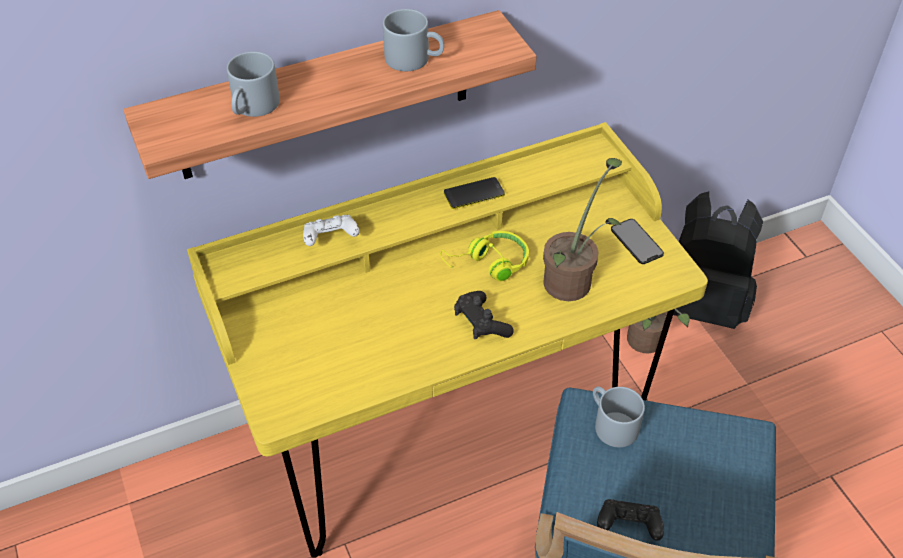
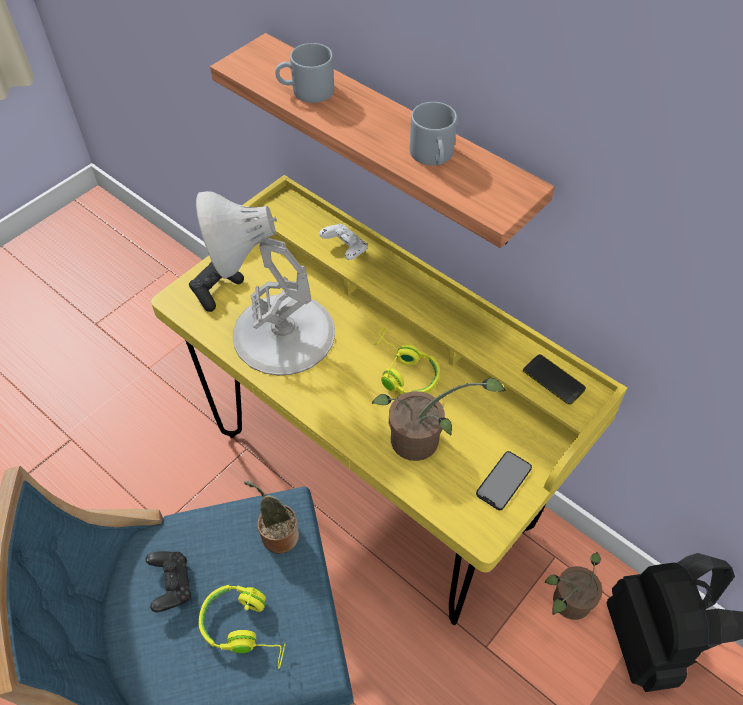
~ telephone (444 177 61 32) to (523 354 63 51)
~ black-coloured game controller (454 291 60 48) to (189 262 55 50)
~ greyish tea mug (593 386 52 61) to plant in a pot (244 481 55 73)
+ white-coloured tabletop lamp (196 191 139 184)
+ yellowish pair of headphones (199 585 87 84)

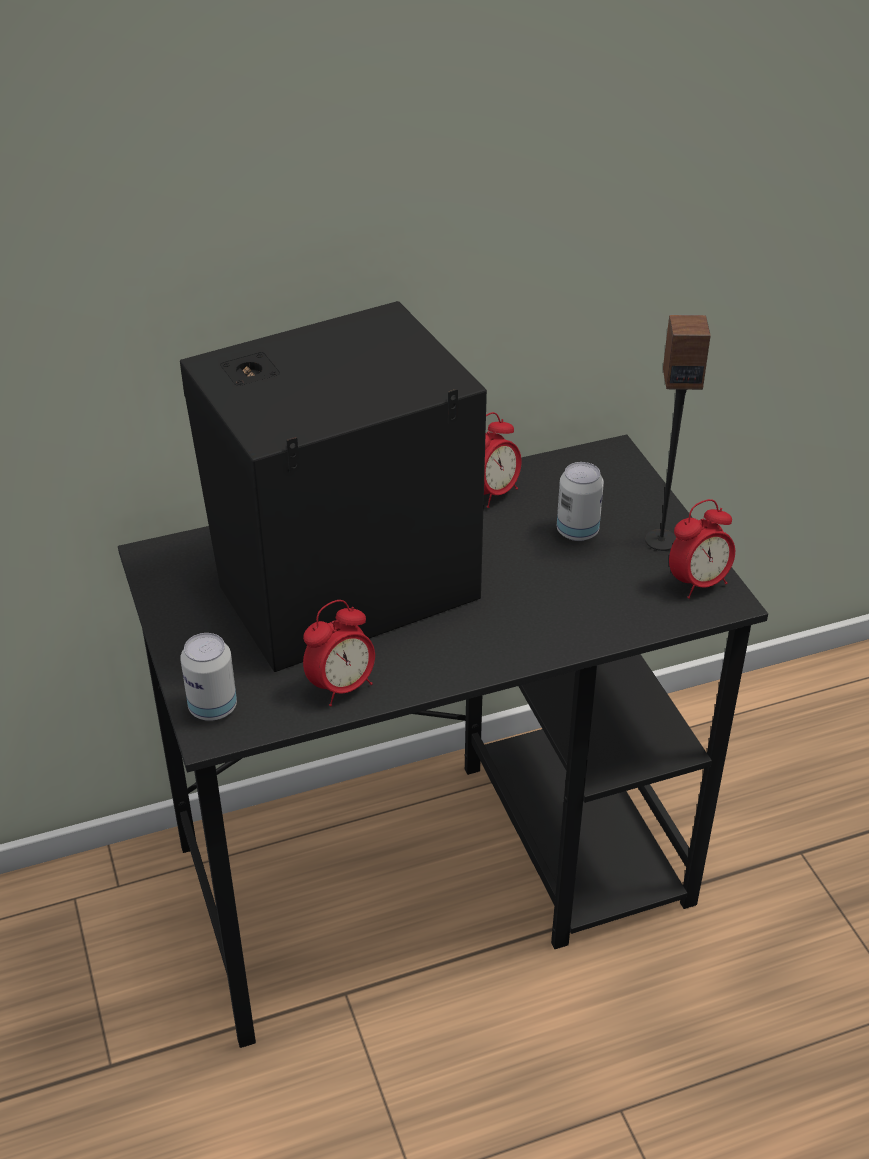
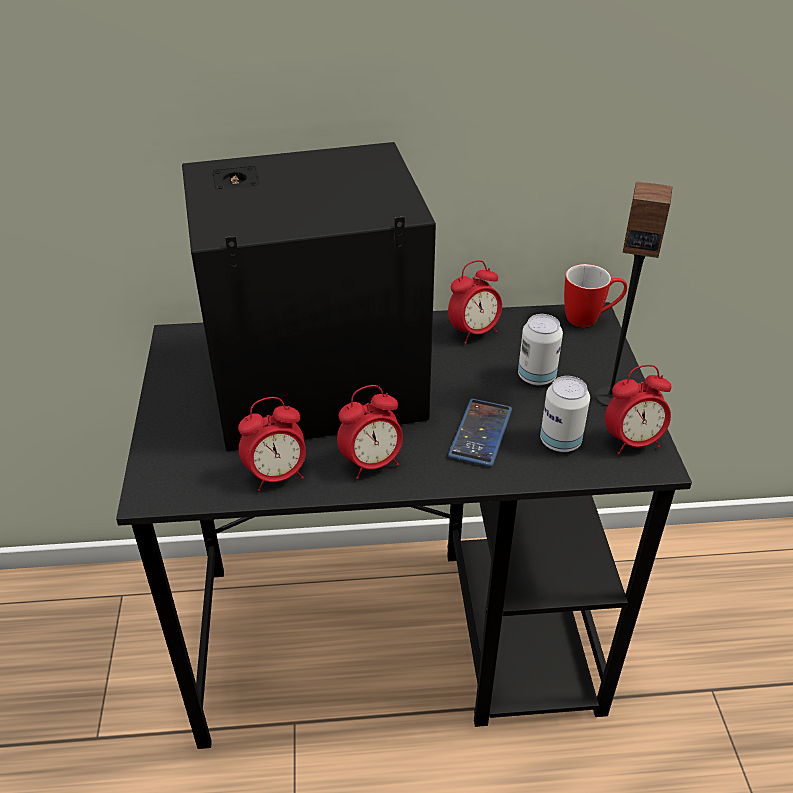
~ can (180 633 57 88) to (540 376 50 76)
+ tea mug (564 264 63 63)
+ alarm clock (337 385 66 94)
+ telephone (448 399 64 68)

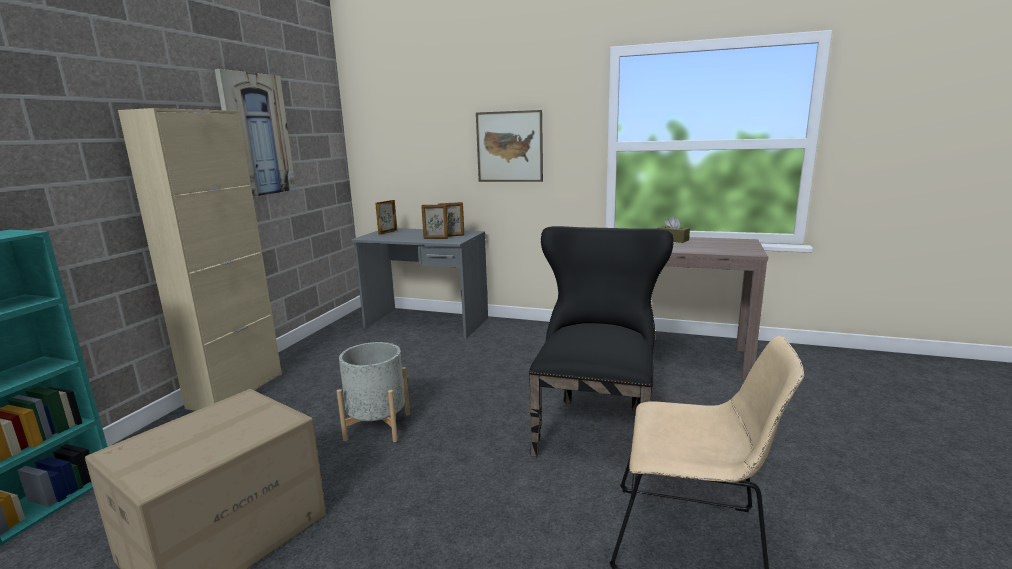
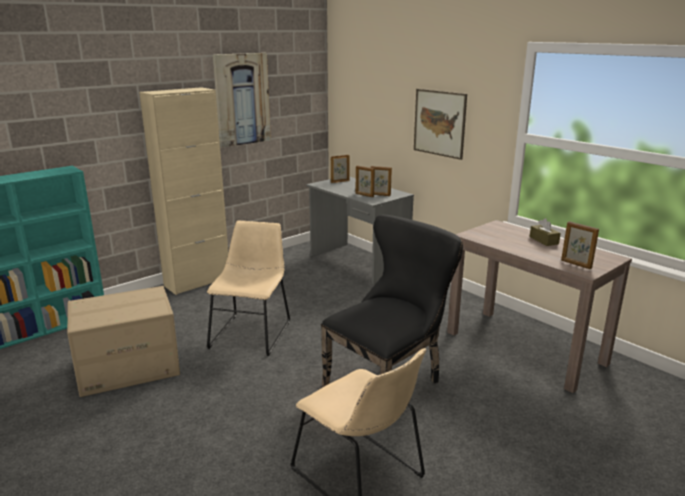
~ greyish flower pot (337 342 73 100) to sand-coloured upright chair (207 220 83 136)
+ picture frame (561 221 38 48)

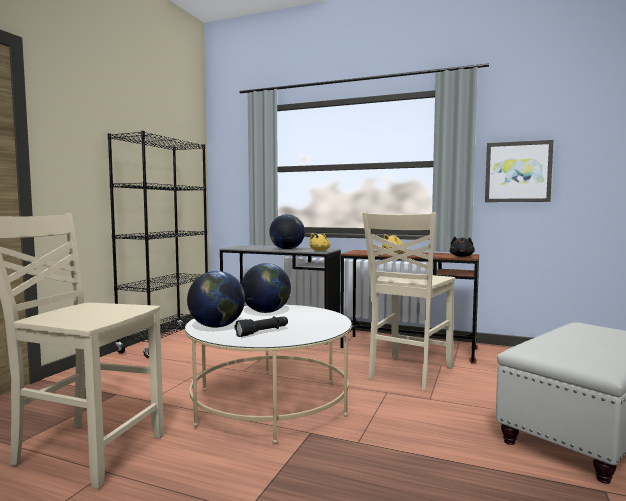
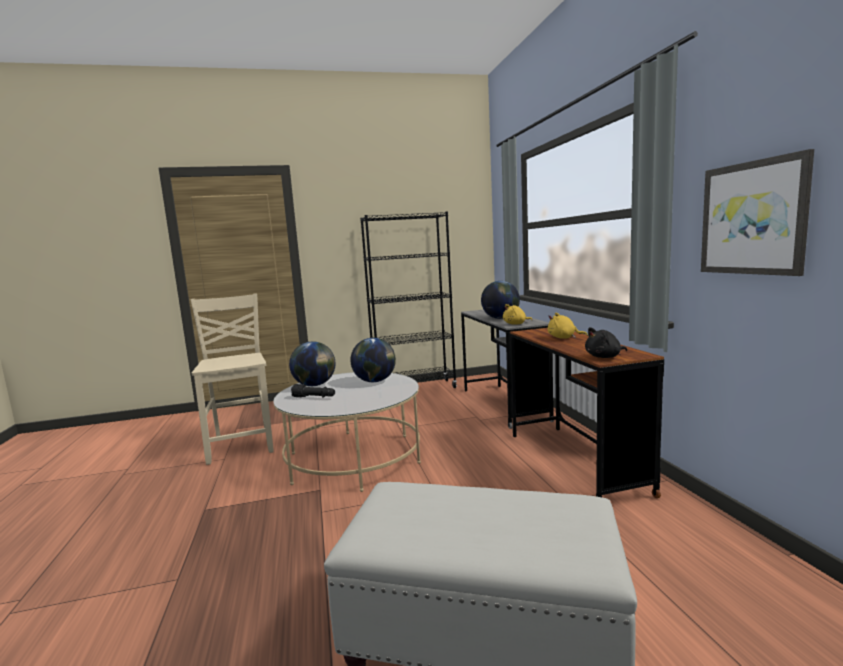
- sand-coloured upright chair (362 212 93 179)

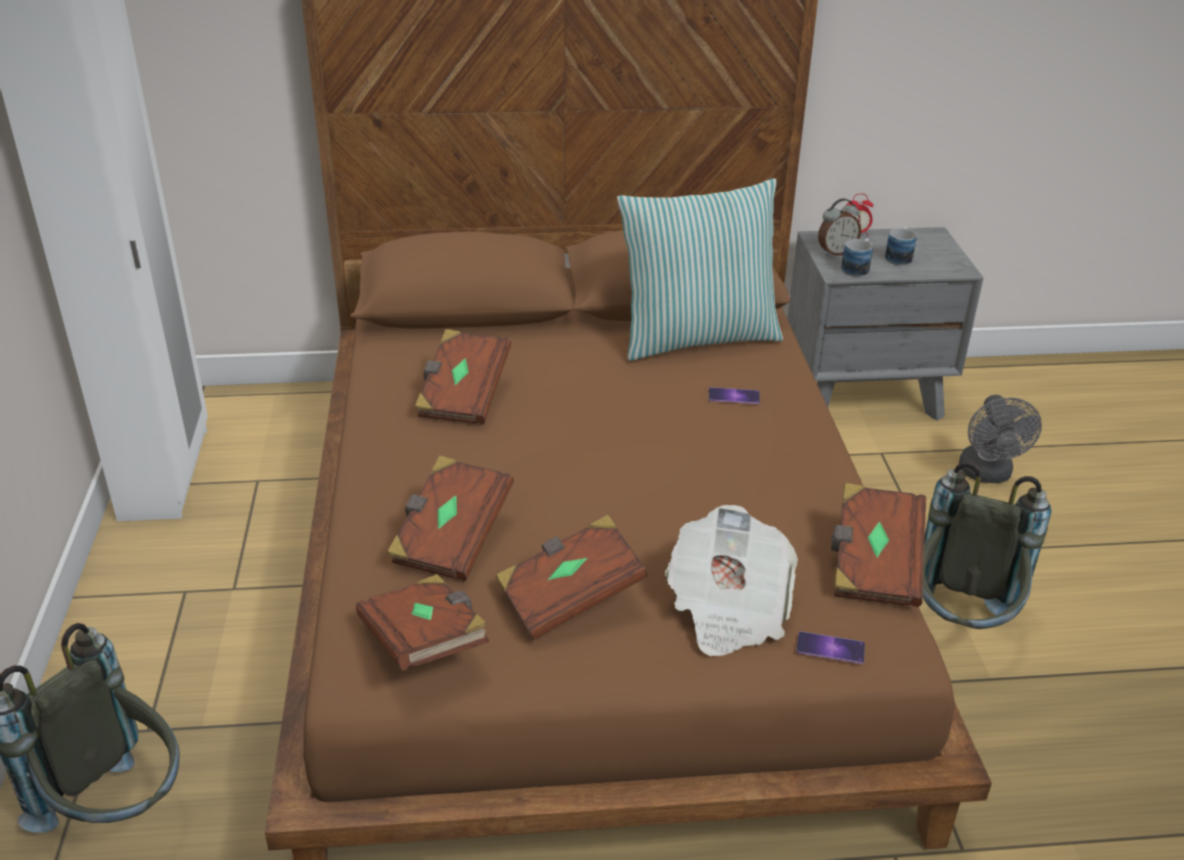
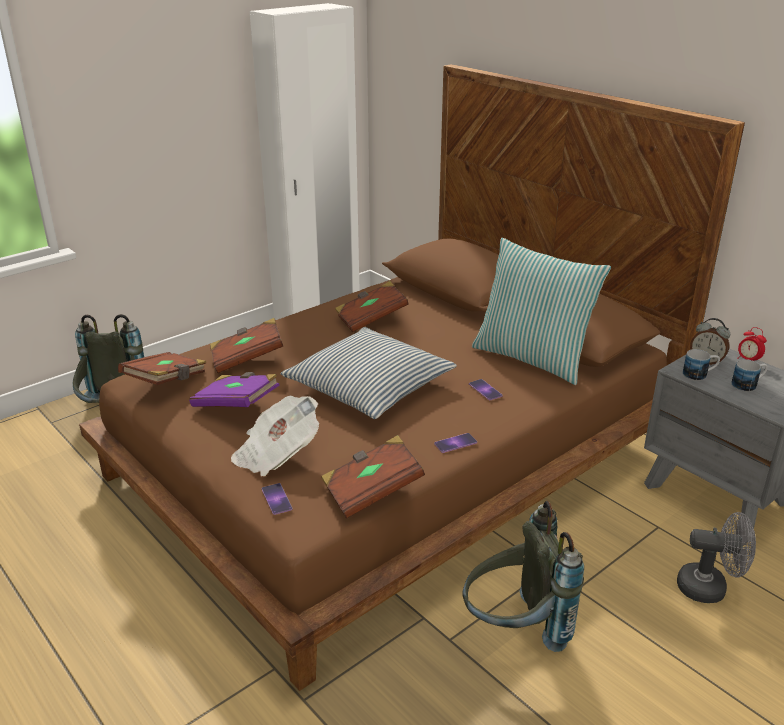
~ greyish cooling fan (959 395 83 88) = (677 512 79 91) 135 degrees counterclockwise
~ brown volume (496 515 152 125) to purple volume (189 372 90 35)
+ throw pillow (280 327 177 92)
+ telephone (434 433 43 20)

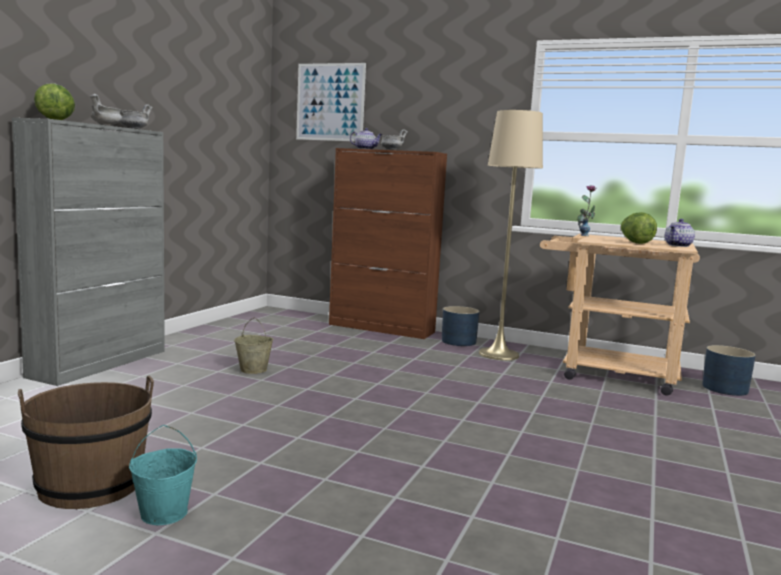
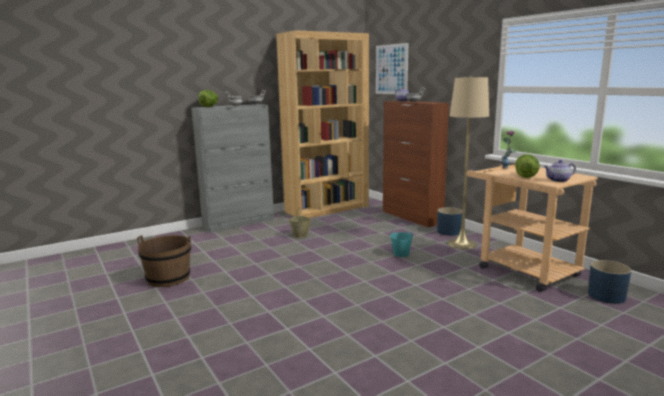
~ turquoise-coloured water bucket (129 425 68 100) to (390 222 23 35)
+ brown bookshelf (276 30 93 188)

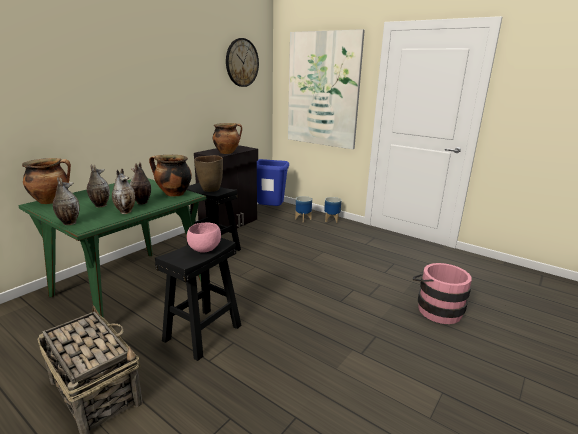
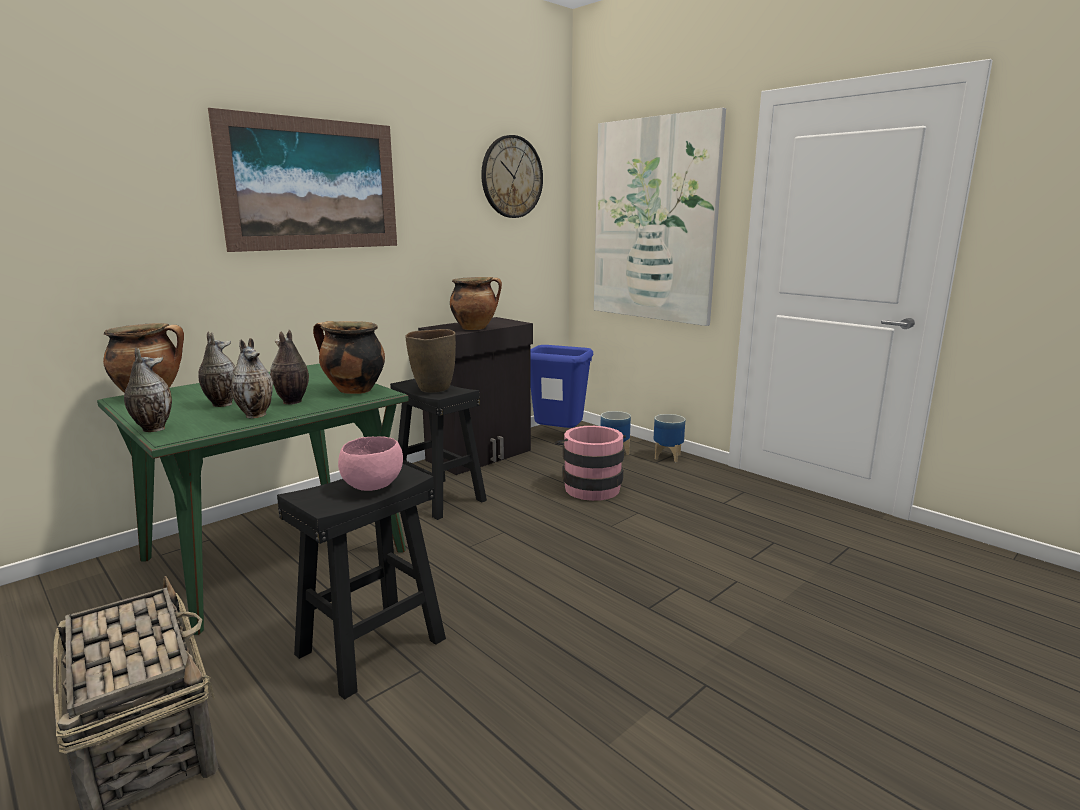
~ pink-coloured water bucket (413 263 59 61) to (555 426 71 75)
+ picture (208 108 189 144)

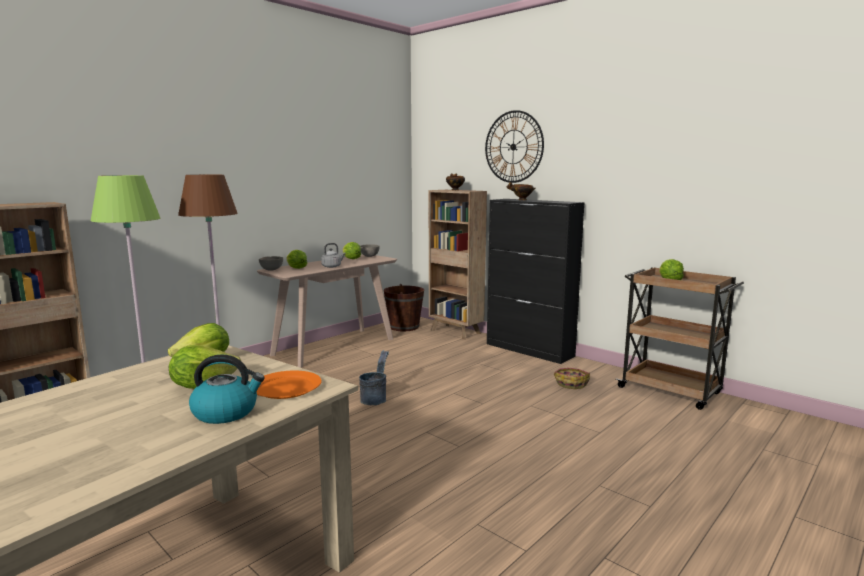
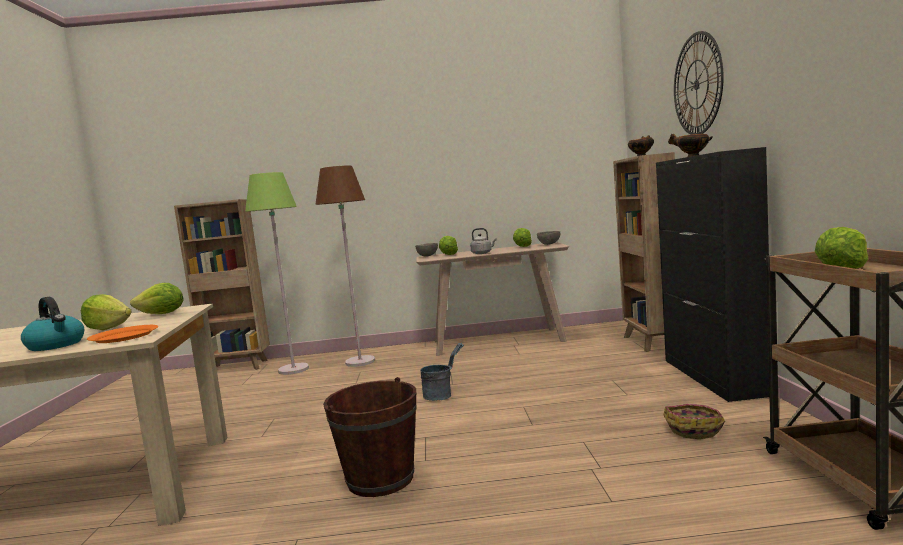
~ brown water bucket (384 284 40 47) to (323 377 94 120)

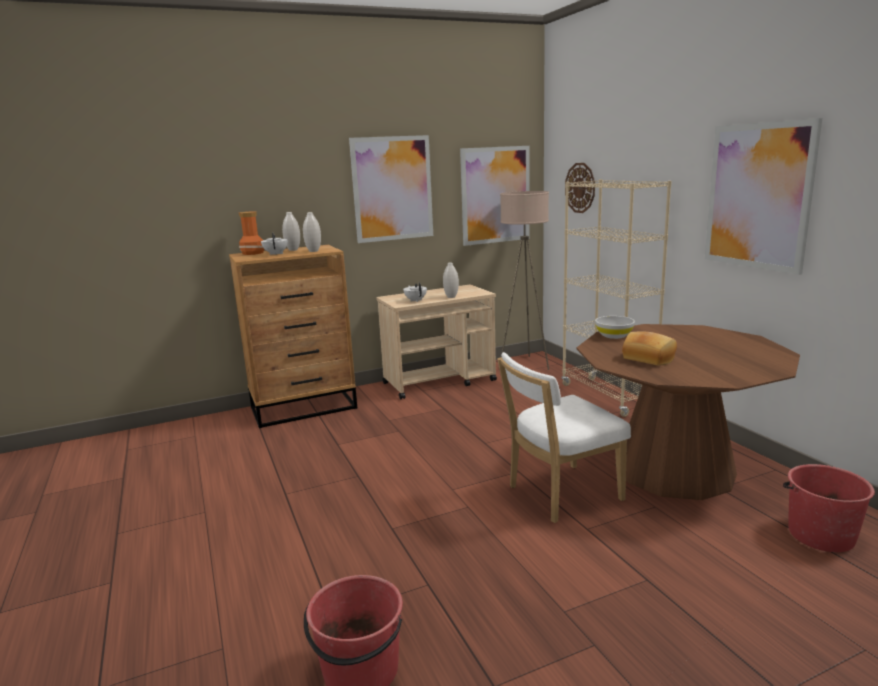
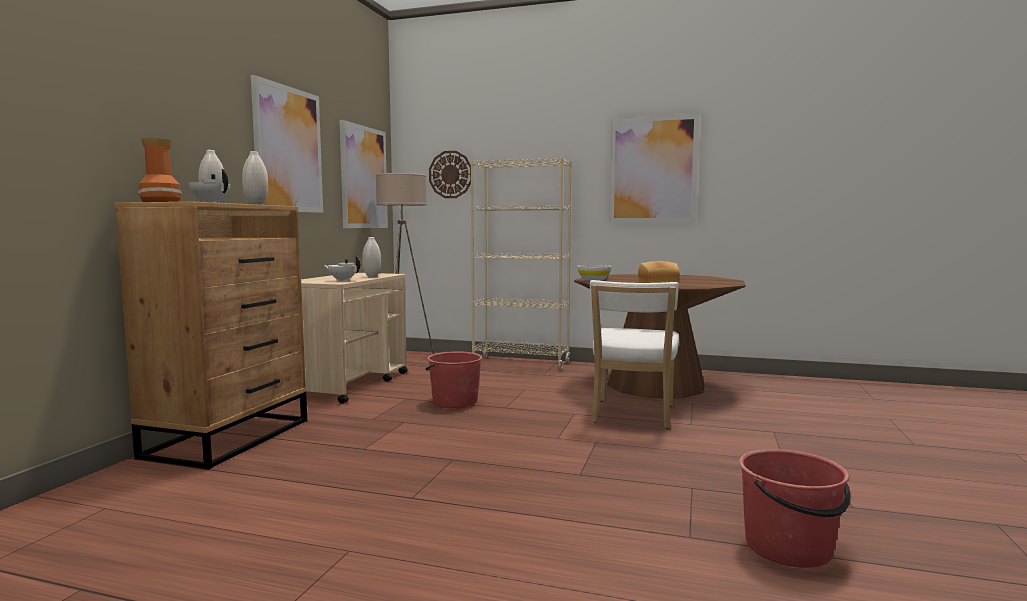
~ reddish water bucket (783 464 92 88) to (425 351 57 57)

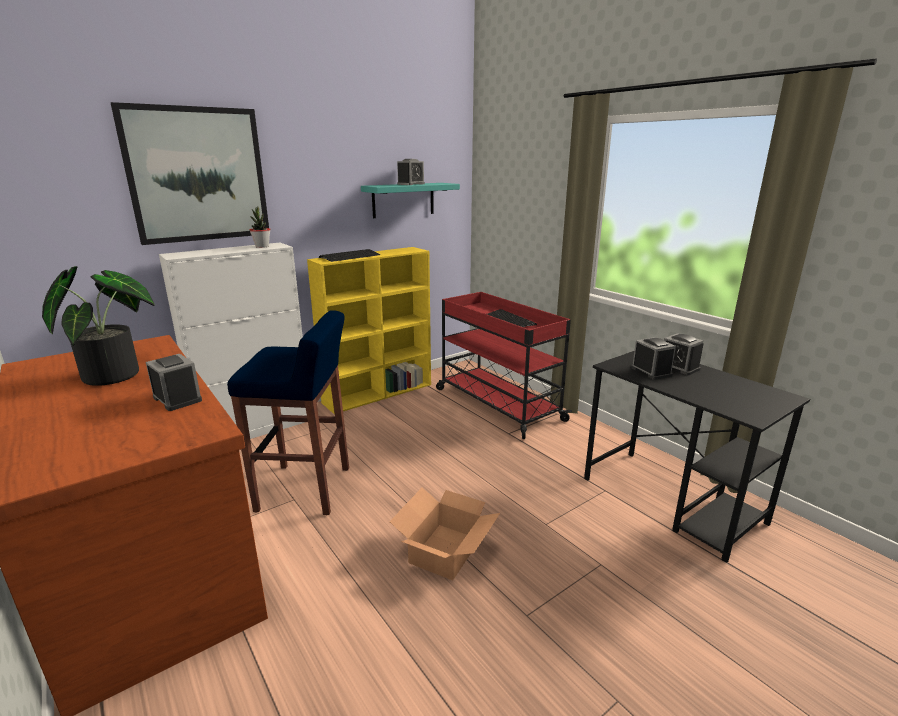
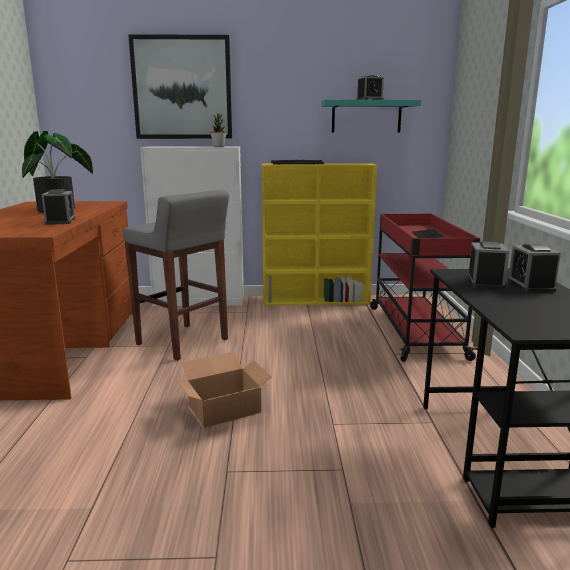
~ blue stool (227 310 122 205) to greyish stool (123 190 106 171)

